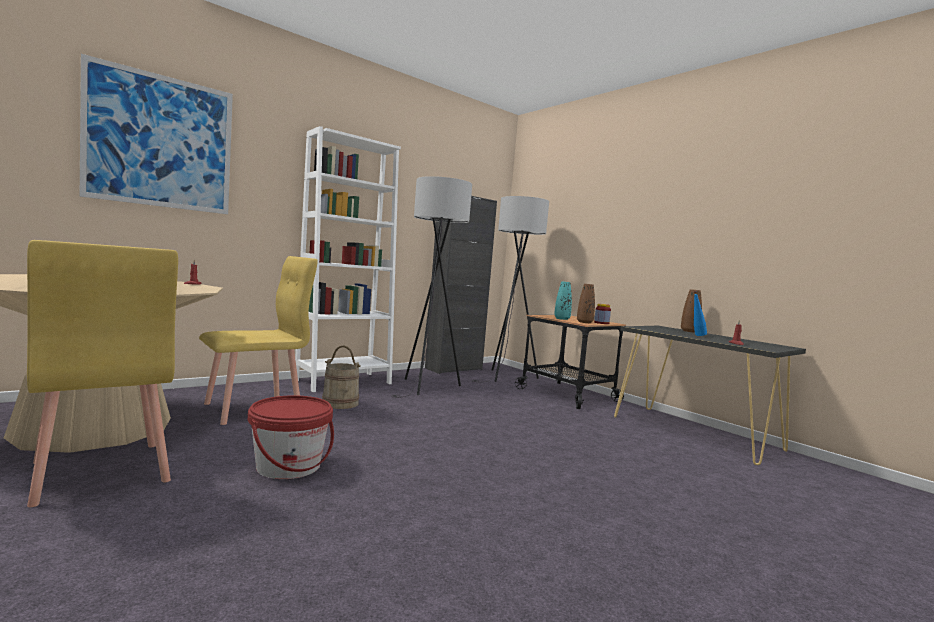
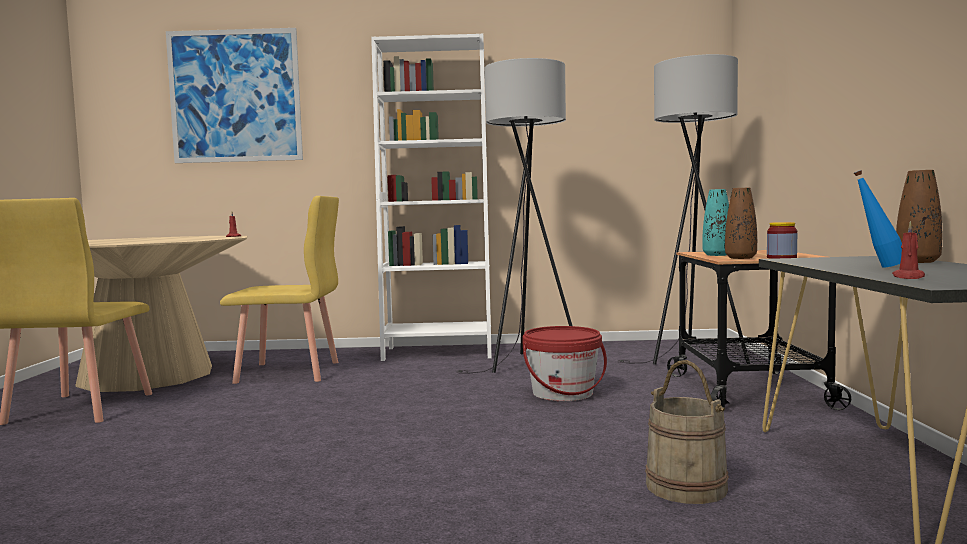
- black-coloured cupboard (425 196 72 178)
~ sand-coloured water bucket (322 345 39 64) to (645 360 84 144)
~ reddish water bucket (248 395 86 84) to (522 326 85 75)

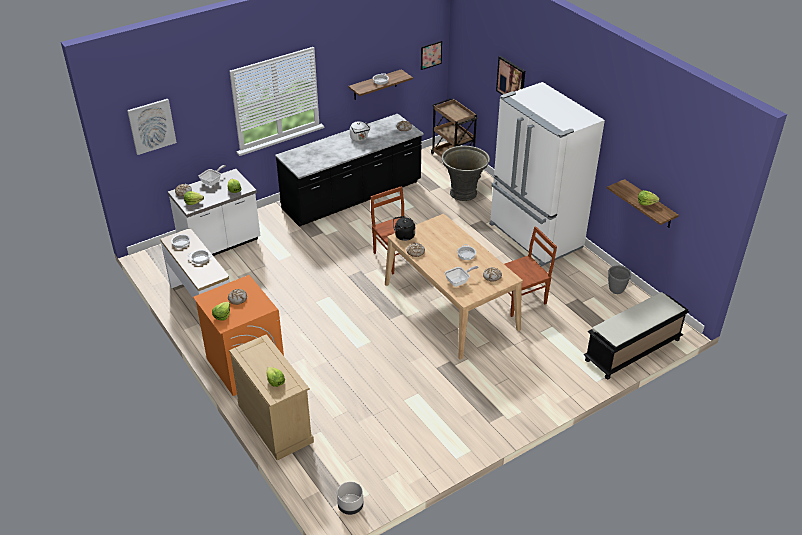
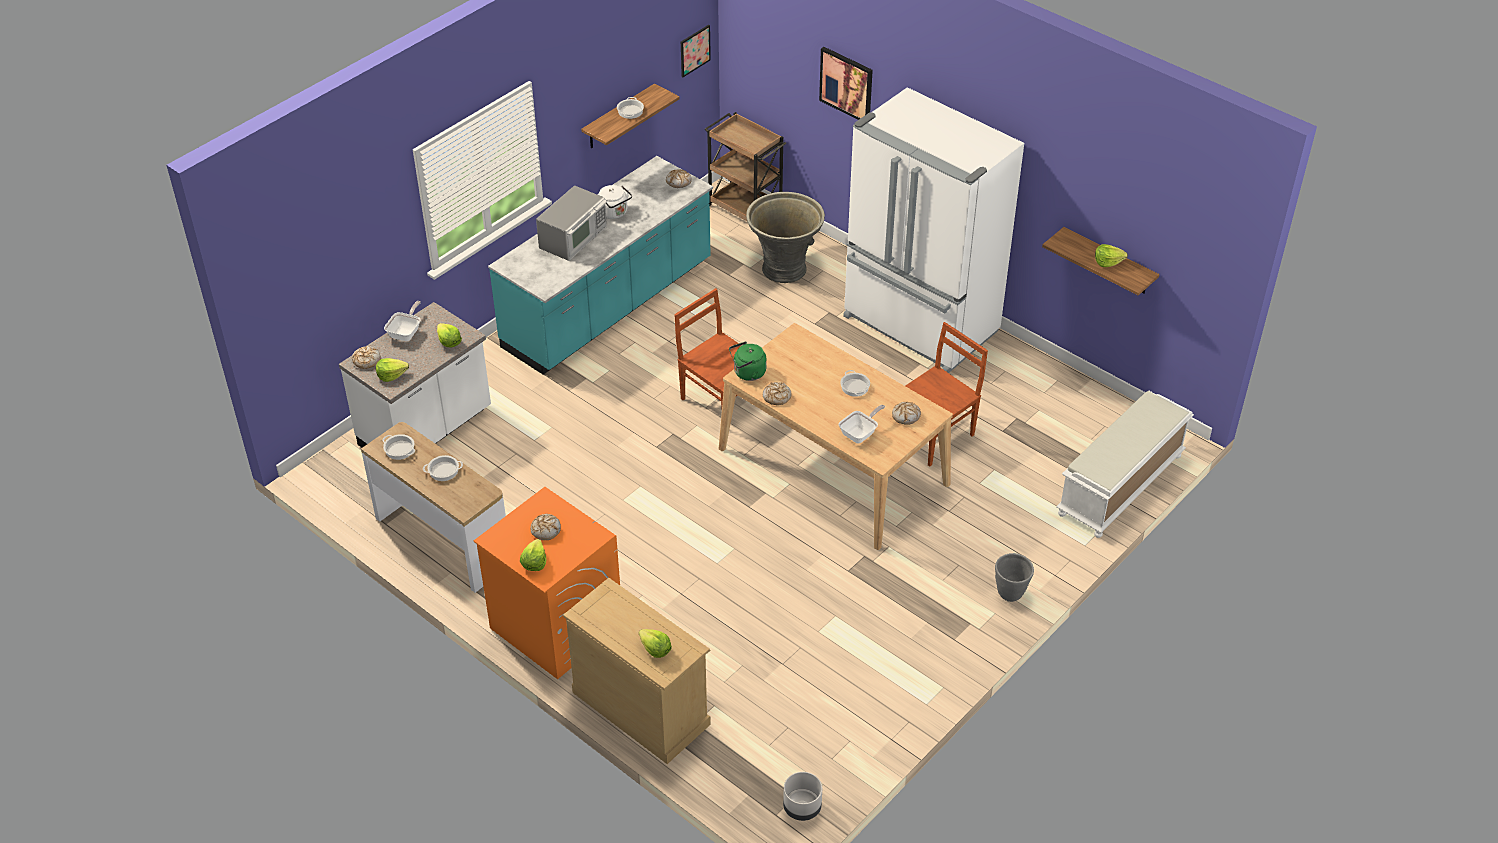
- picture (127 99 50 56)
~ black-coloured kitchen counter (275 114 149 113) to turquoise-coloured kitchen counter (488 156 225 219)
~ black-coloured tea kettle (393 216 22 25) to green tea kettle (729 341 38 40)
~ greyish flower pot (608 265 23 29) to (995 553 39 49)
~ black-coloured indoor bench (584 292 105 87) to white-coloured indoor bench (1056 391 138 147)
+ microwave oven (536 185 71 76)

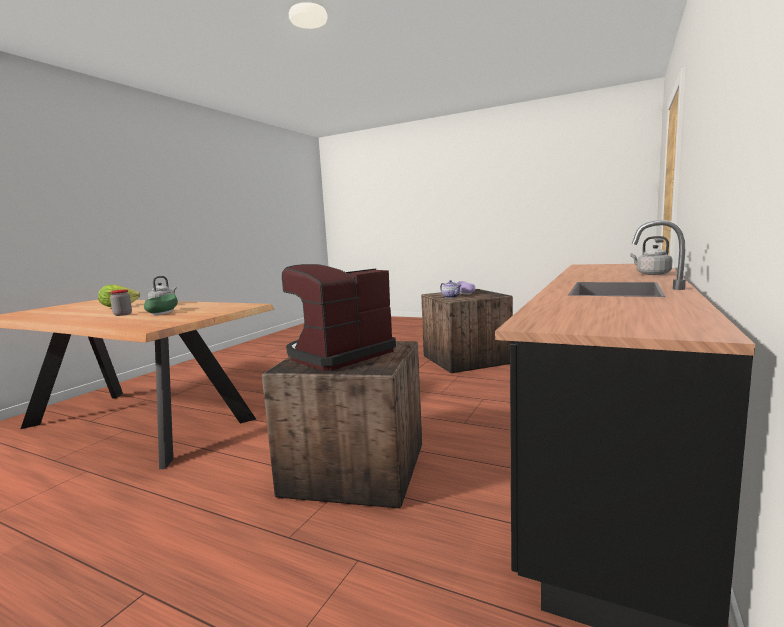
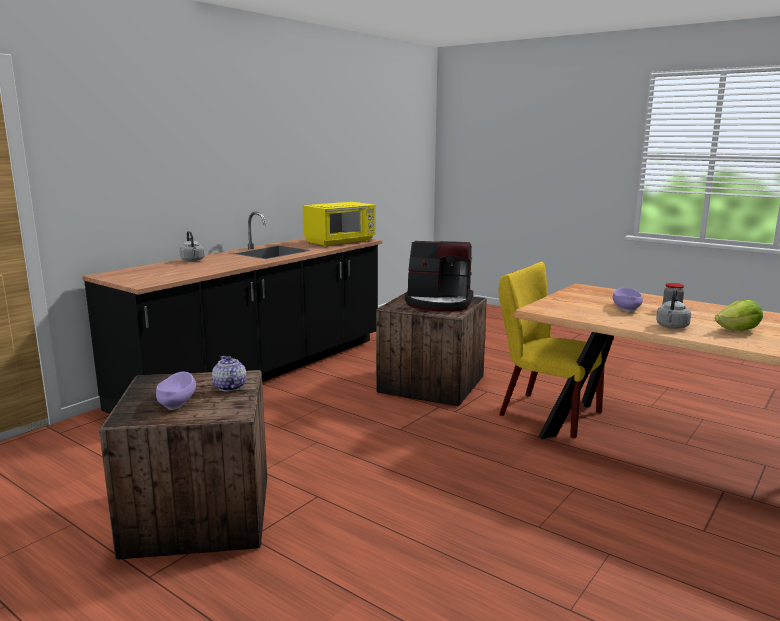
~ coffee machine (282 264 114 107) = (405 241 68 71) 45 degrees clockwise
~ green serving bowl (144 294 34 22) to purple serving bowl (613 287 30 25)
+ yellowish microwave oven (303 202 73 44)
+ yellowish upright chair (499 262 106 176)

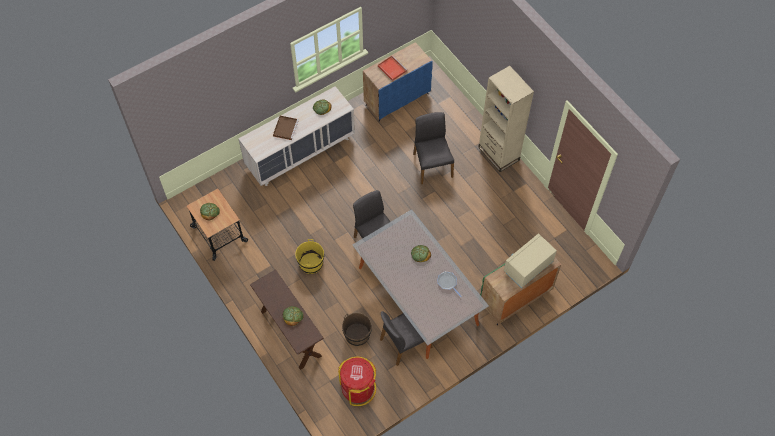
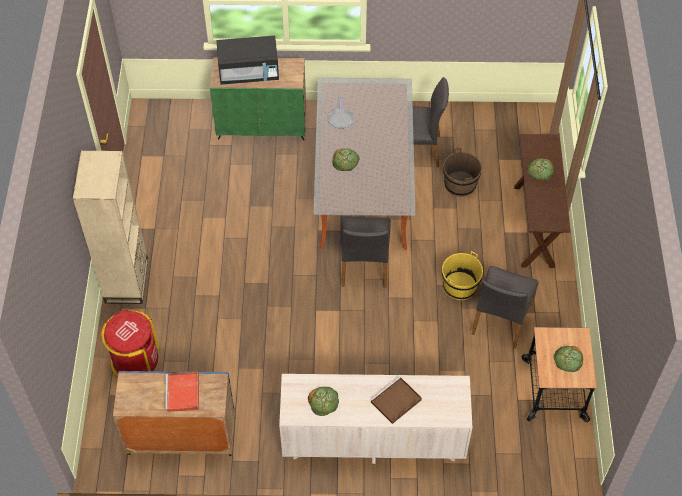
~ greyish upright chair (413 112 41 72) to (472 266 67 83)
~ sand-coloured microwave oven (504 233 53 55) to black-coloured microwave oven (217 36 62 49)
~ reddish rubbish bin (338 357 38 49) to (101 310 58 68)

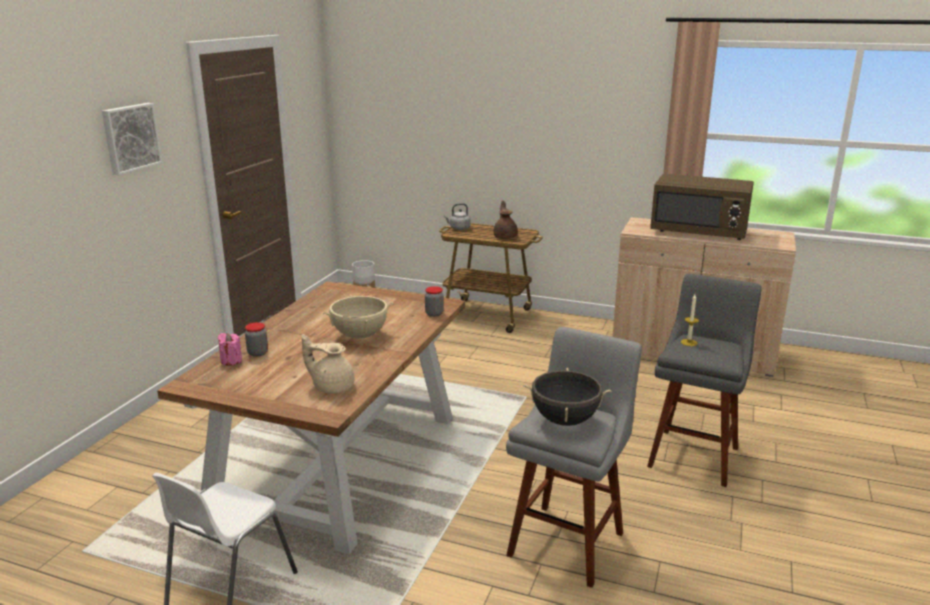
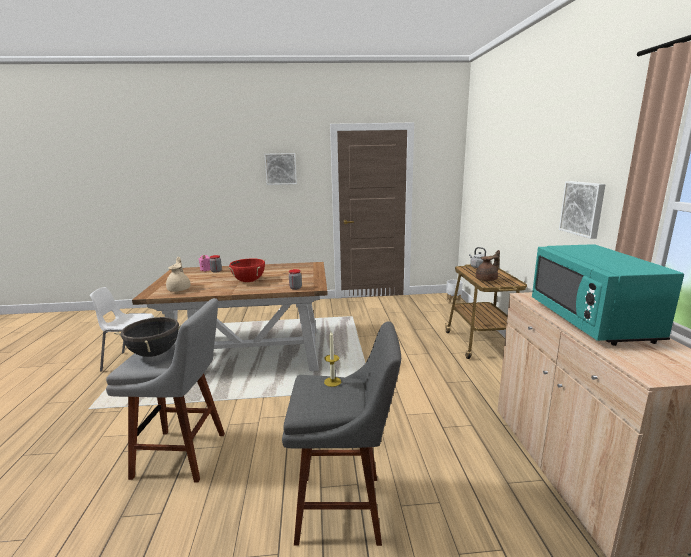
~ brown microwave oven (650 174 104 66) to turquoise-coloured microwave oven (532 244 152 102)
~ sand-coloured saucepot (322 295 72 44) to reddish saucepot (228 258 38 24)
+ picture (559 181 47 58)

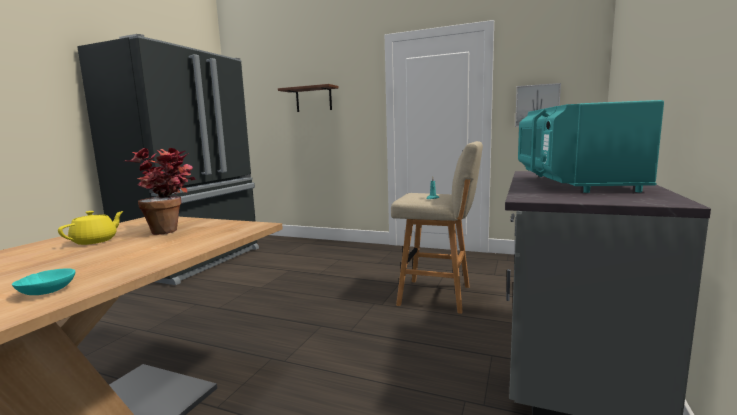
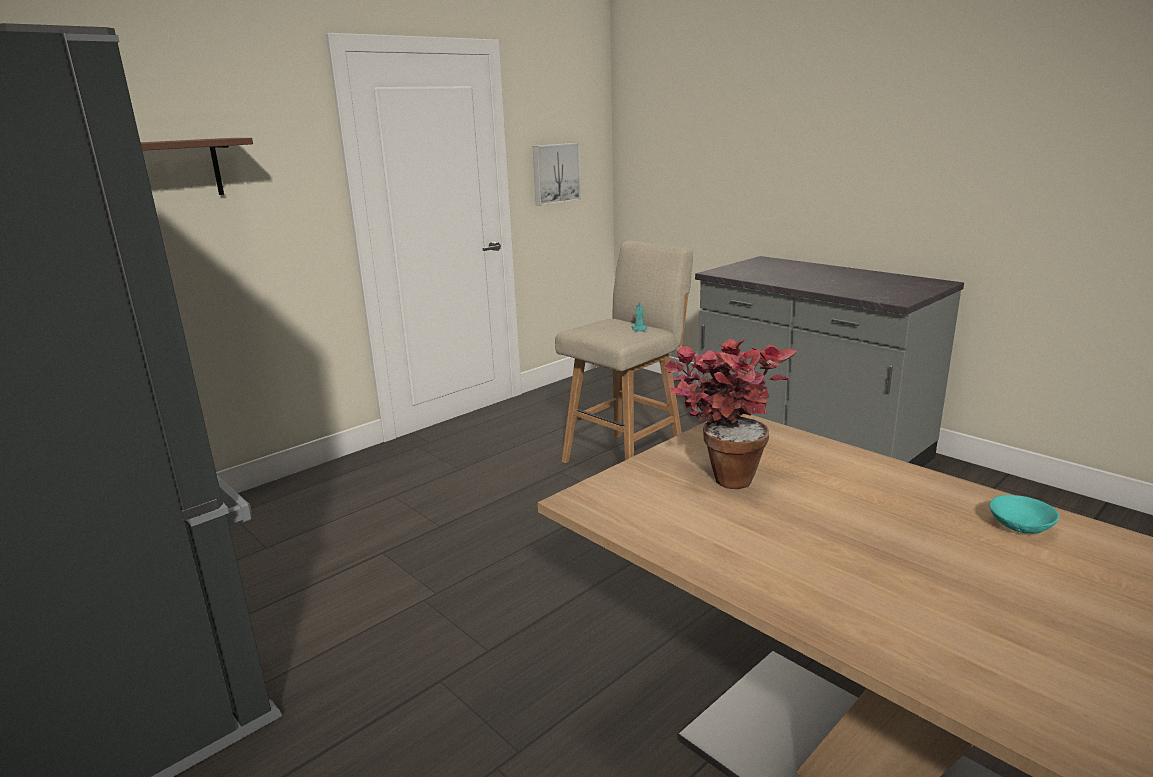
- turquoise-coloured microwave oven (518 100 146 93)
- yellowish tea pot (58 211 66 34)

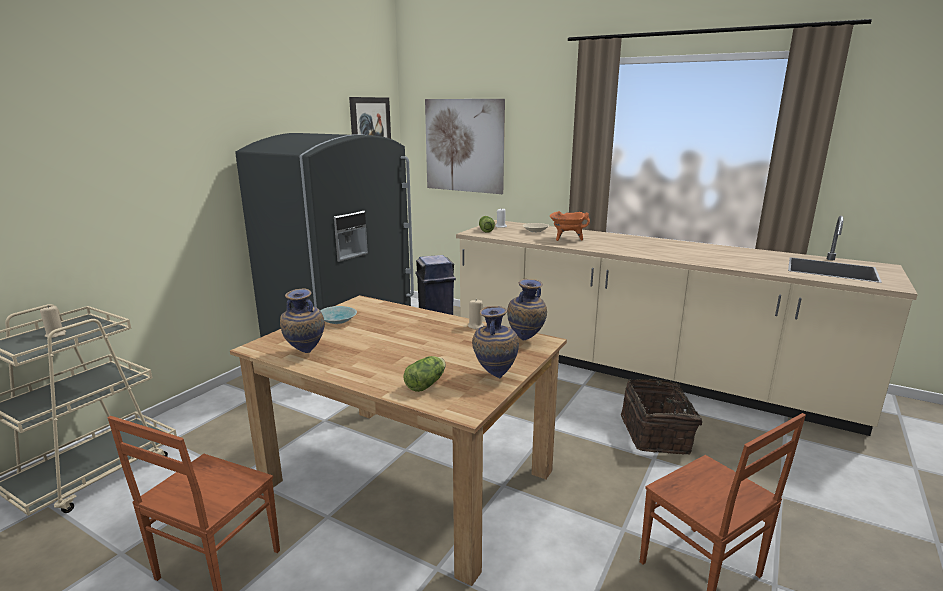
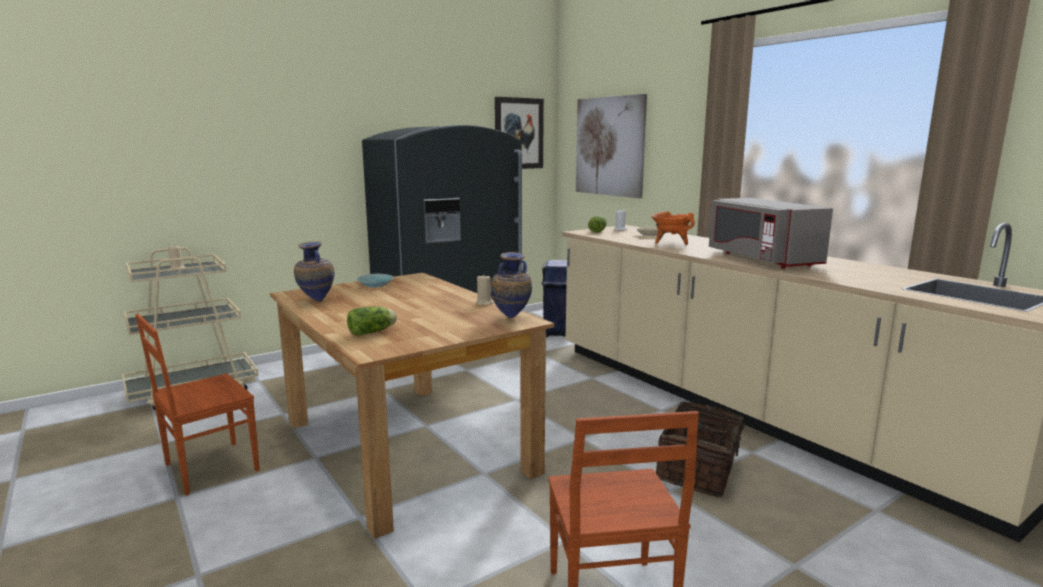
- flower vase (472 306 47 72)
+ greyish microwave oven (709 198 124 71)

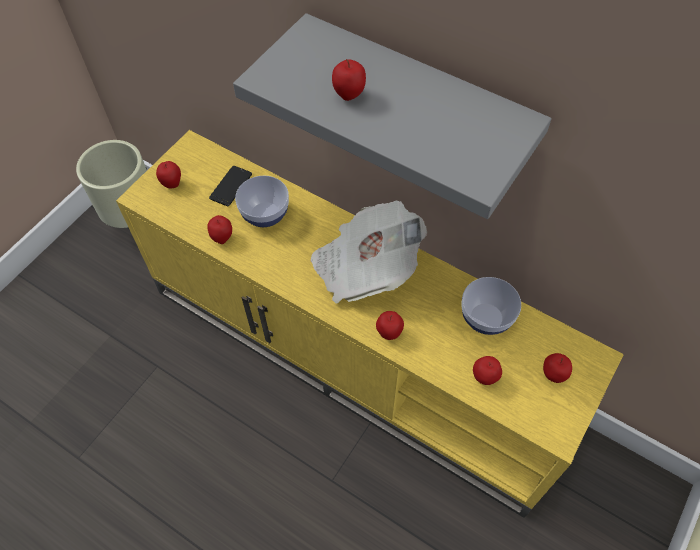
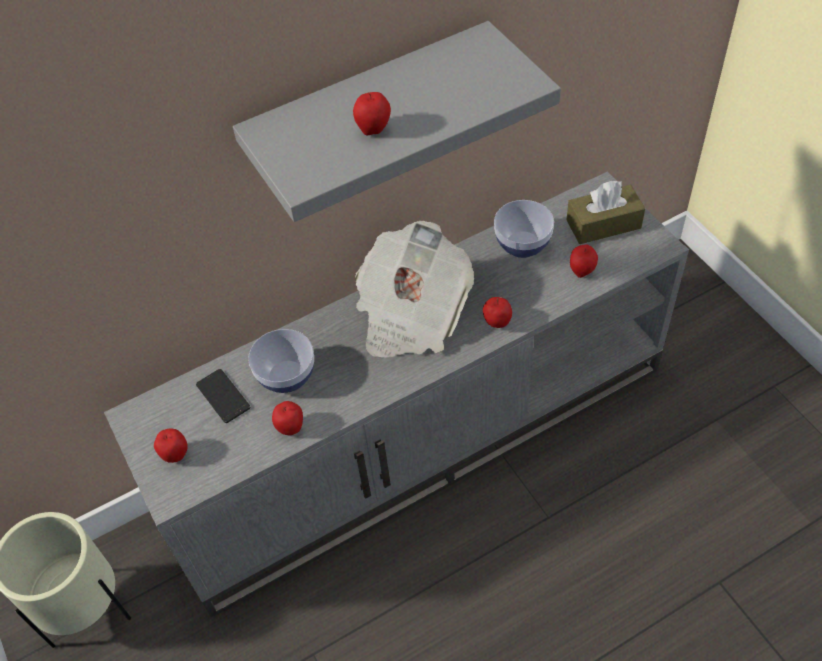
~ yellowish tv unit (116 130 508 388) to greyish tv unit (104 171 585 447)
~ apple (543 353 29 30) to brown tissue box (566 181 79 63)

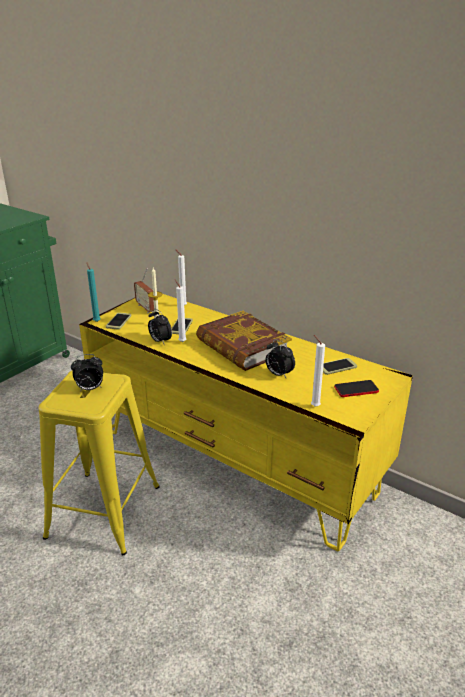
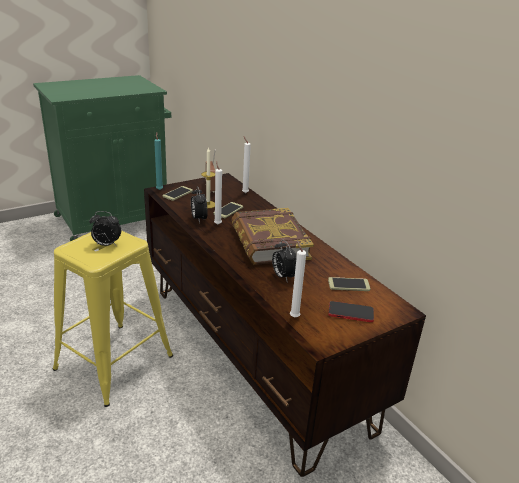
~ yellowish tv unit (79 294 334 257) to brown tv unit (144 173 282 304)

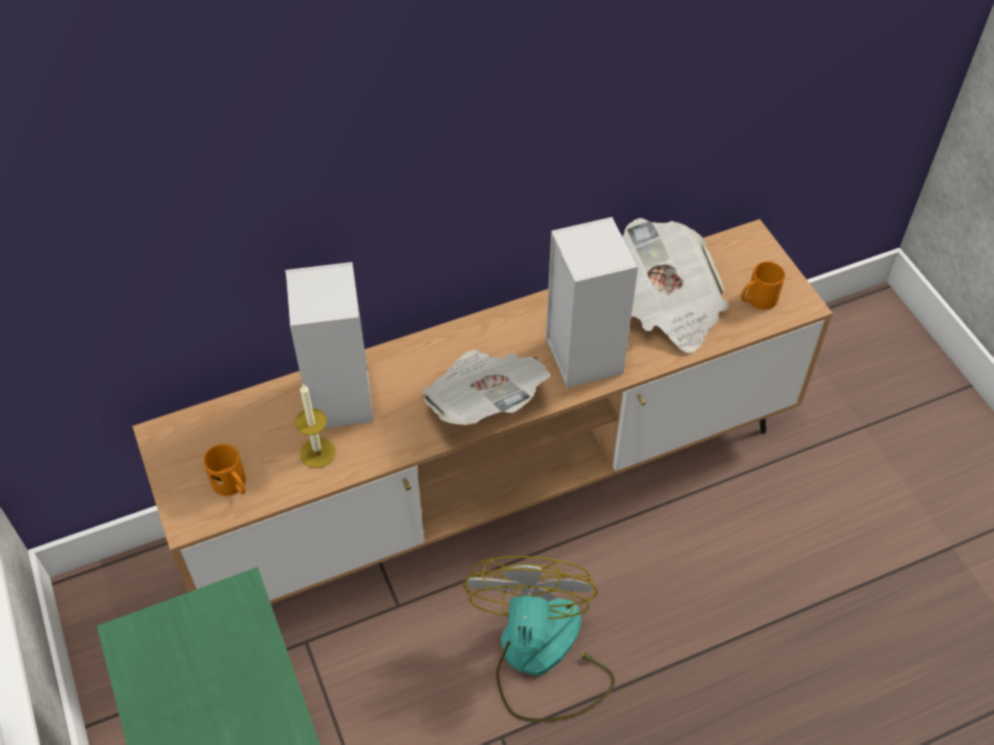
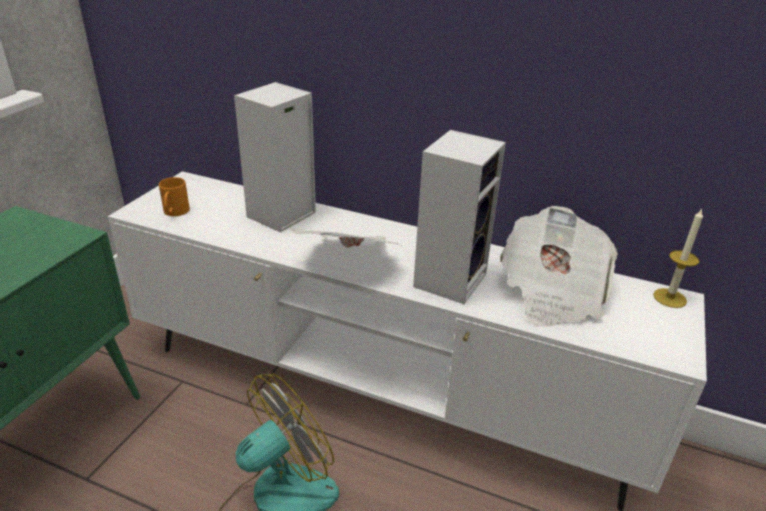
~ brown tv unit (132 219 701 384) to white-coloured tv unit (108 171 599 340)
- orangey tea mug (741 261 44 49)
~ wax candle (295 384 41 84) to (653 209 50 99)

